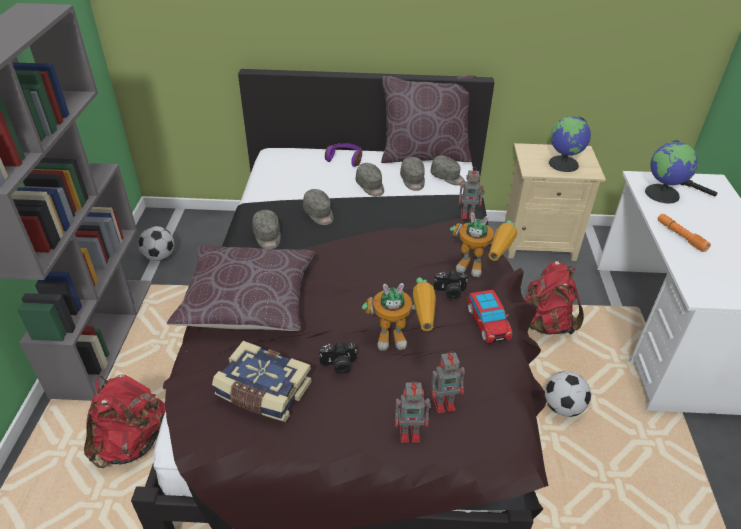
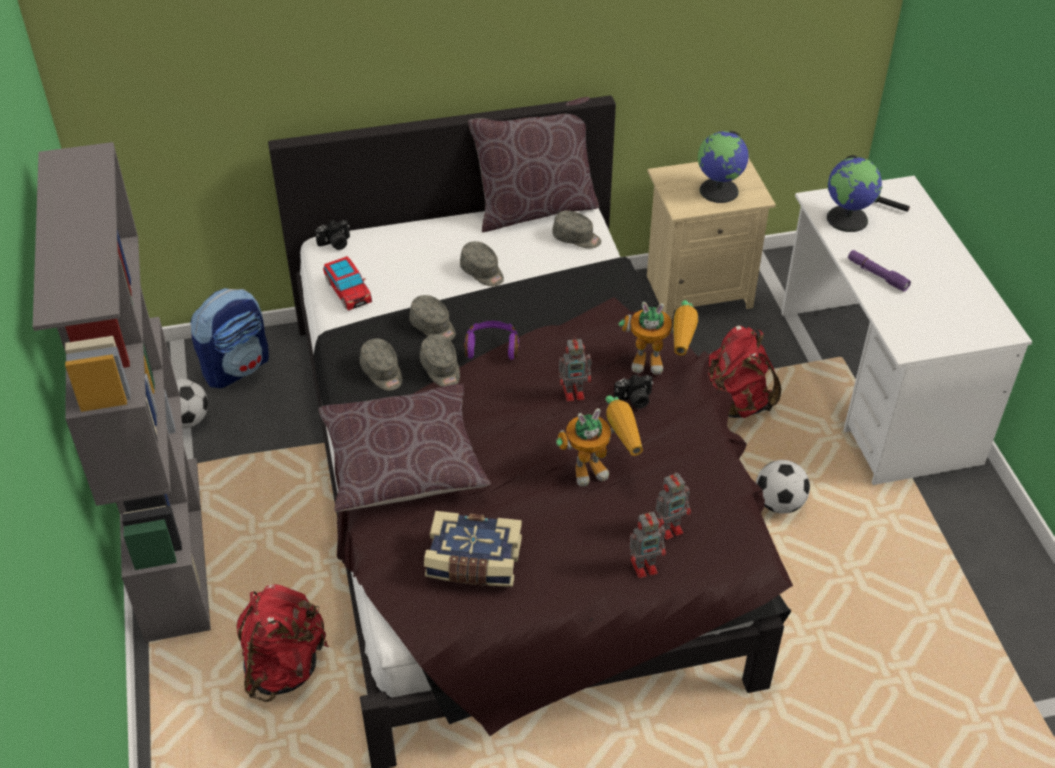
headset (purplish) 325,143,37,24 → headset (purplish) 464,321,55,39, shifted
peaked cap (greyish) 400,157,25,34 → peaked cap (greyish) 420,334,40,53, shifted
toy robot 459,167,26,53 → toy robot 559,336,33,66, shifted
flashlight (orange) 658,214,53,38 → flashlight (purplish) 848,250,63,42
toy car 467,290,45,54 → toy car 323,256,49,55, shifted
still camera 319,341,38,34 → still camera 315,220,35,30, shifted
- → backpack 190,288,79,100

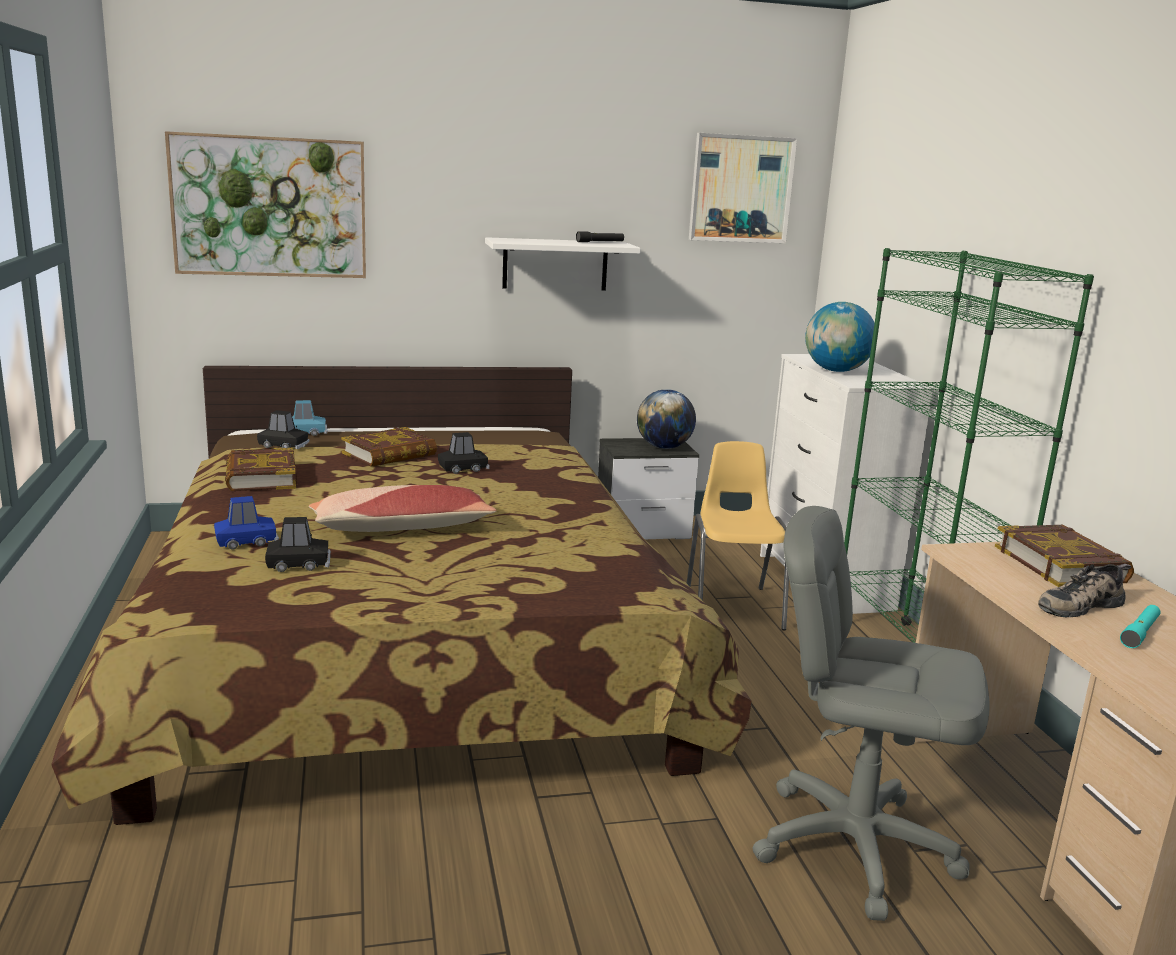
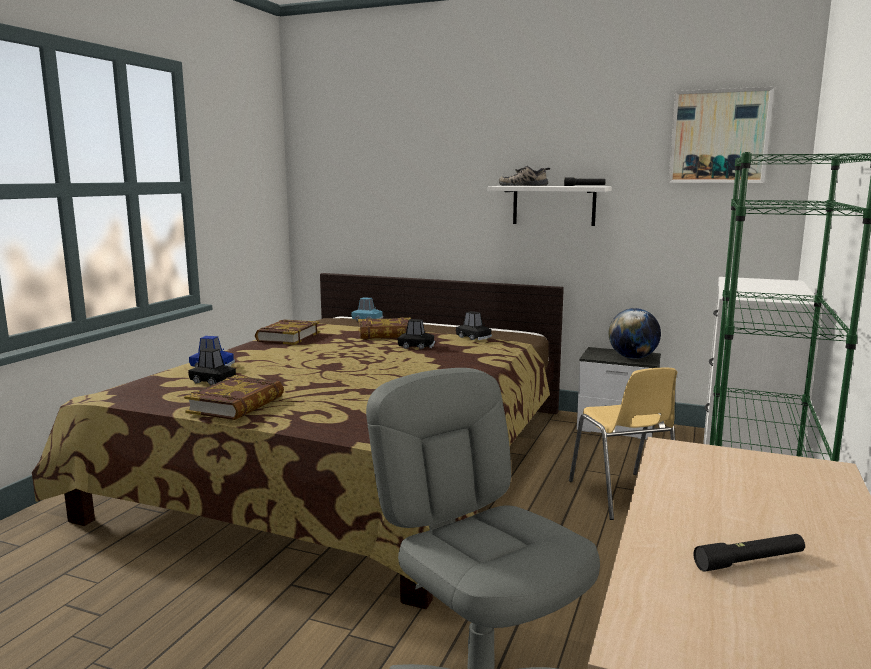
wall art 165,131,201,147 → -
globe 805,302,70,70 → -
toy car (blackish) 257,410,52,39 → toy car (blackish) 456,311,36,29, shifted
plain chair (yellowish) 687,441,102,189 → plain chair (yellowish) 569,368,108,152, 135 degrees clockwise
pillow 309,485,188,47 → -
bound book 995,525,139,62 → bound book 184,375,100,45, shifted
item of footwear 1038,564,93,54 → item of footwear 499,166,52,20, shifted
flashlight (blue-green) 1120,605,40,43 → flashlight (blackish) 694,534,111,38

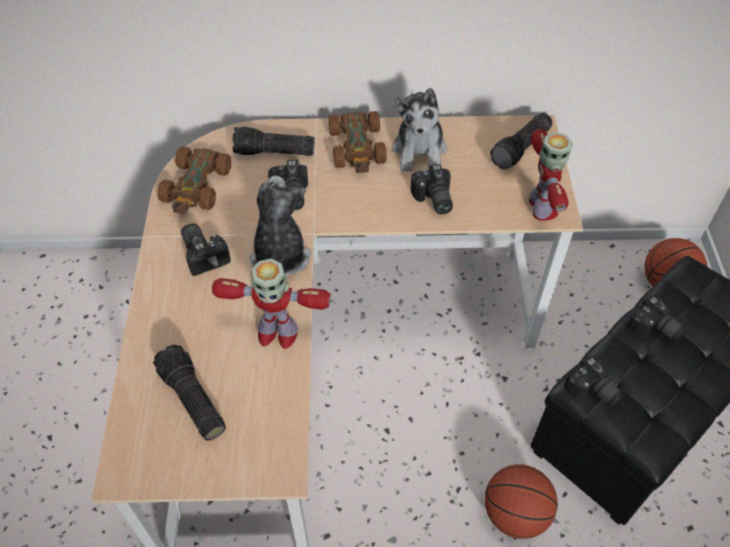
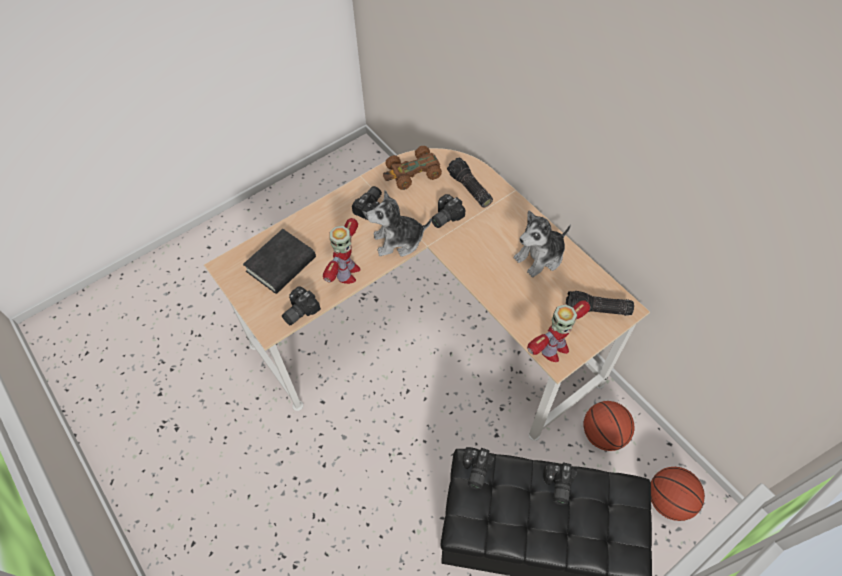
toy car (brownish) 329,111,58,62 → -
still camera 410,164,43,50 → still camera 282,286,39,39, shifted
cuddly toy 250,176,61,100 → cuddly toy 366,190,66,67, 150 degrees counterclockwise
toy robot 212,259,119,90 → toy robot 323,218,38,66, 135 degrees counterclockwise
flashlight 153,344,73,97 → bound book (blackish) 243,229,73,65
basketball 485,464,73,75 → basketball 584,401,51,50, shifted

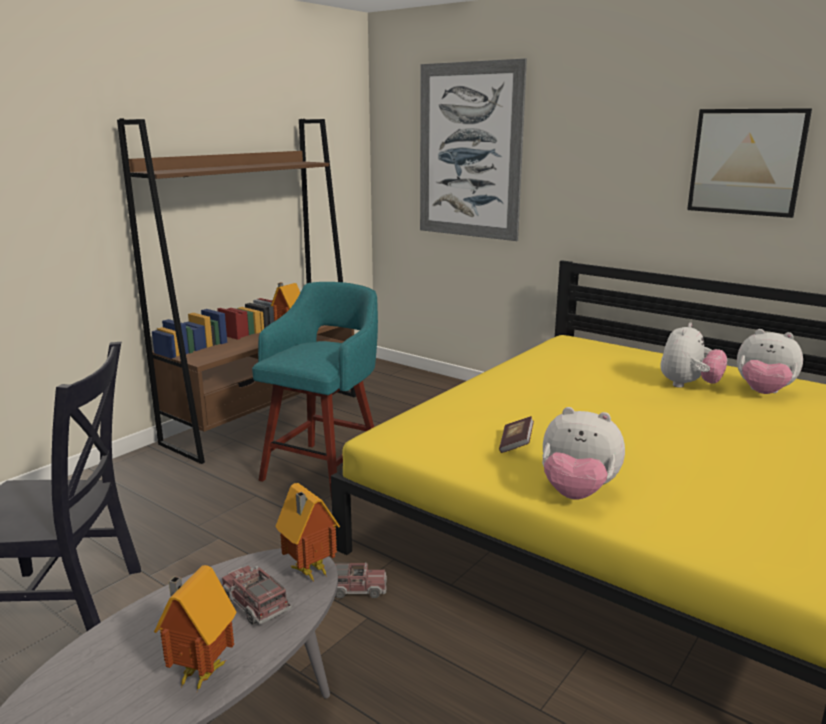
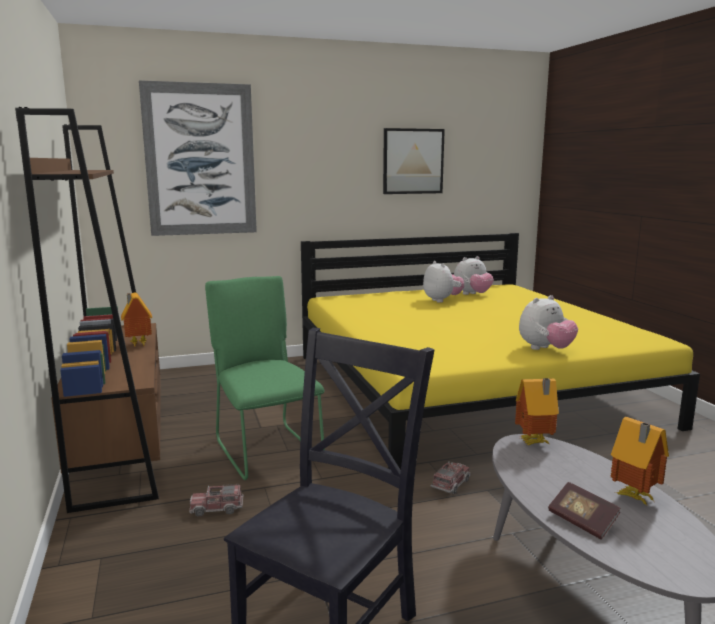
sitting stool (blue-green) 252,282,126,218 → plain chair (green) 205,276,120,204
bound book 499,416,35,37 → bound book 548,482,73,58, shifted
toy truck 222,566,70,59 → toy truck 189,484,55,32, shifted

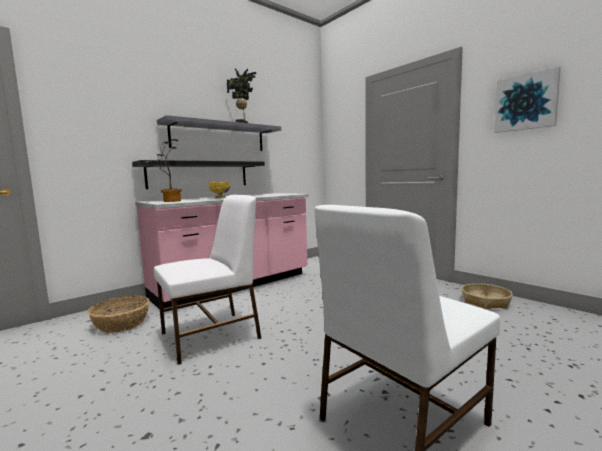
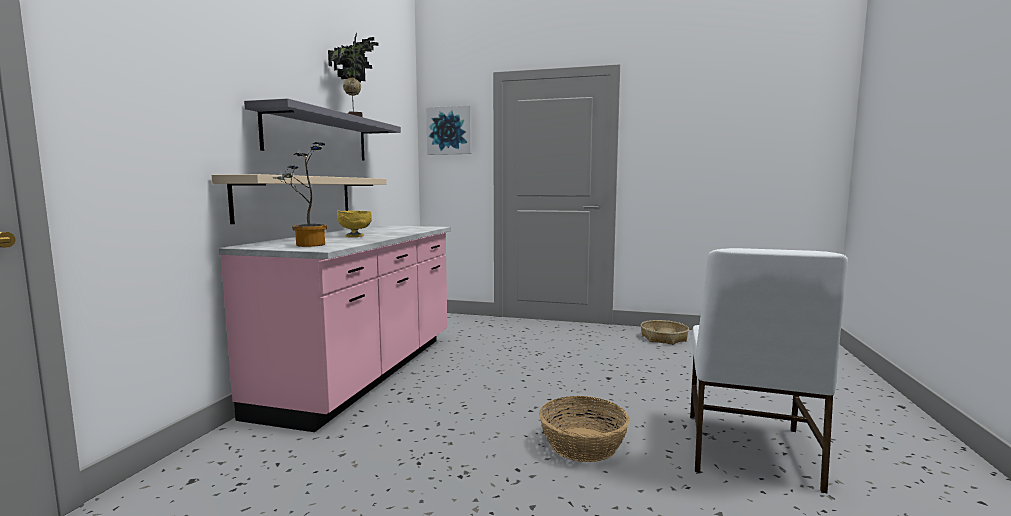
wall art 494,67,67,66 → wall art 426,106,46,49, shifted
shelf (blackish) 132,160,133,29 → shelf (sand-coloured) 212,174,174,50
plain chair (whitish) 154,195,107,170 → -
storage basket 88,296,62,37 → storage basket 539,396,91,66, shifted

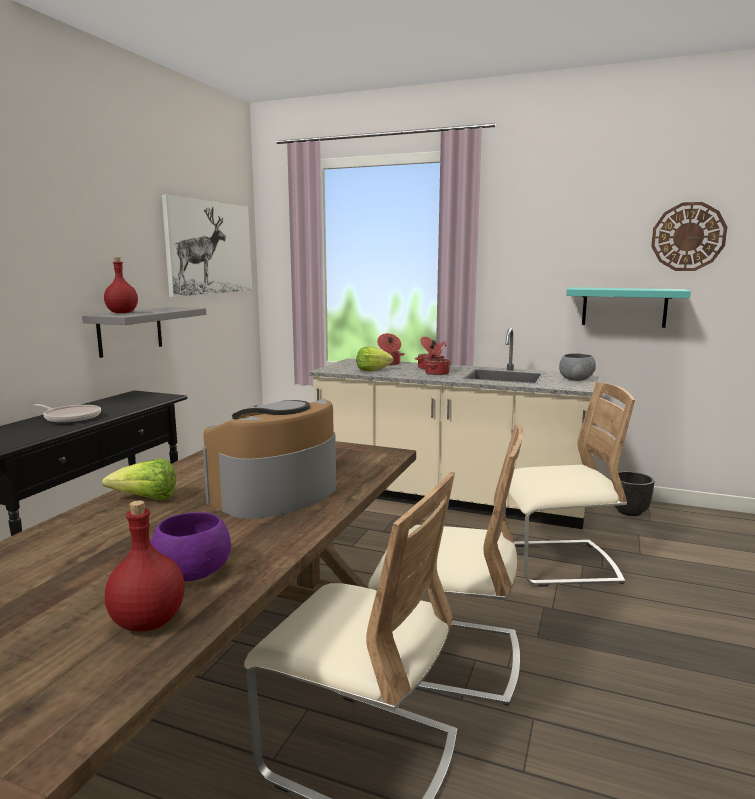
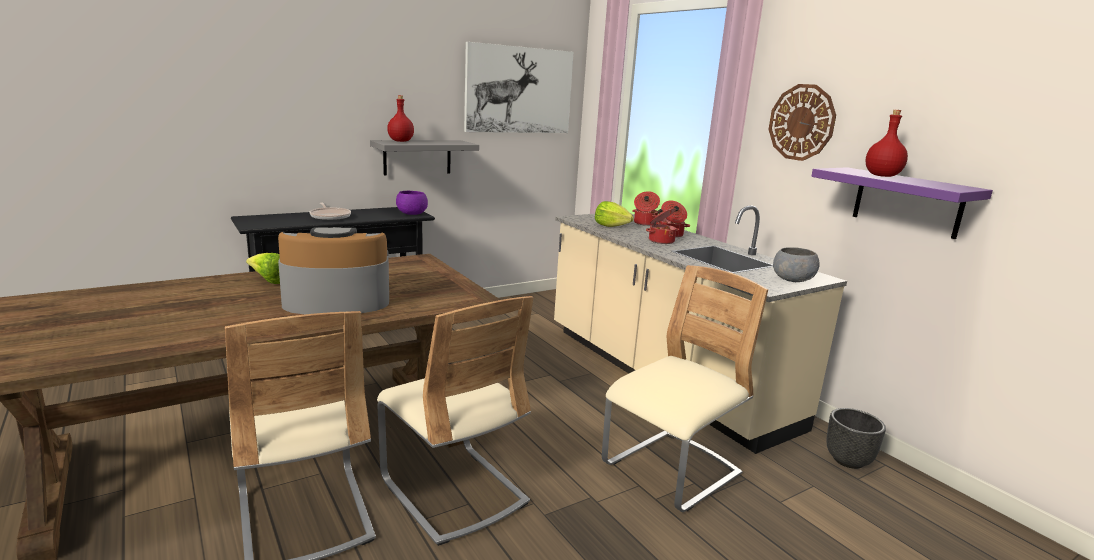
wall clock 651,202,76,69 → wall clock 769,84,67,77, shifted
shelf (blue-green) 566,287,125,41 → shelf (purplish) 811,167,182,72
plain chair (sand-coloured) 503,382,132,205 → plain chair (sand-coloured) 602,265,166,247, 75 degrees counterclockwise
drink bottle (reddish) 105,500,80,132 → drink bottle (reddish) 865,110,43,67, shifted
deep dish (purplish) 151,512,80,69 → deep dish (purplish) 396,191,32,24, shifted

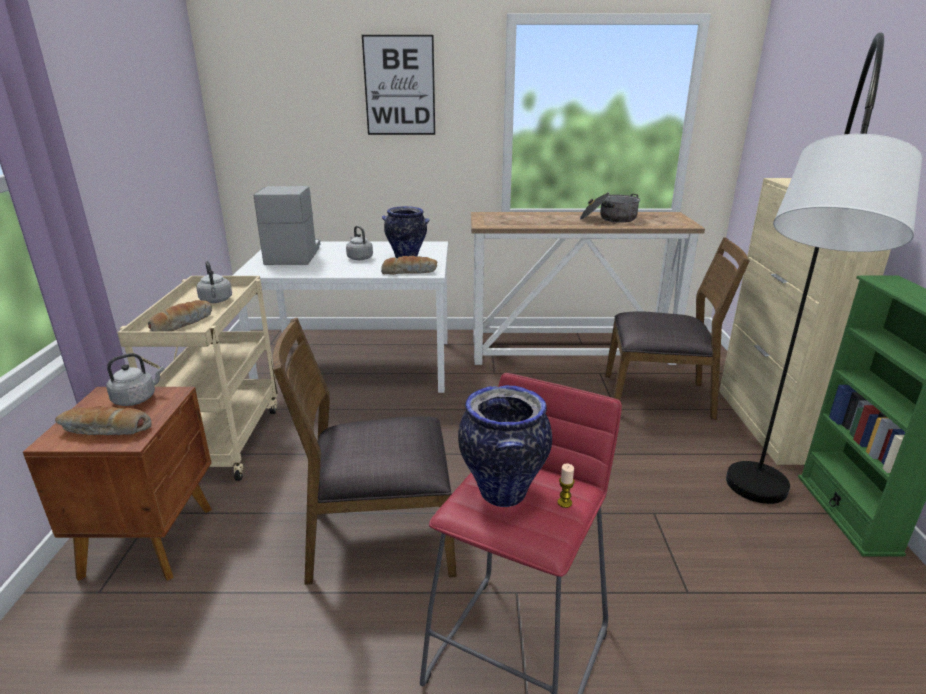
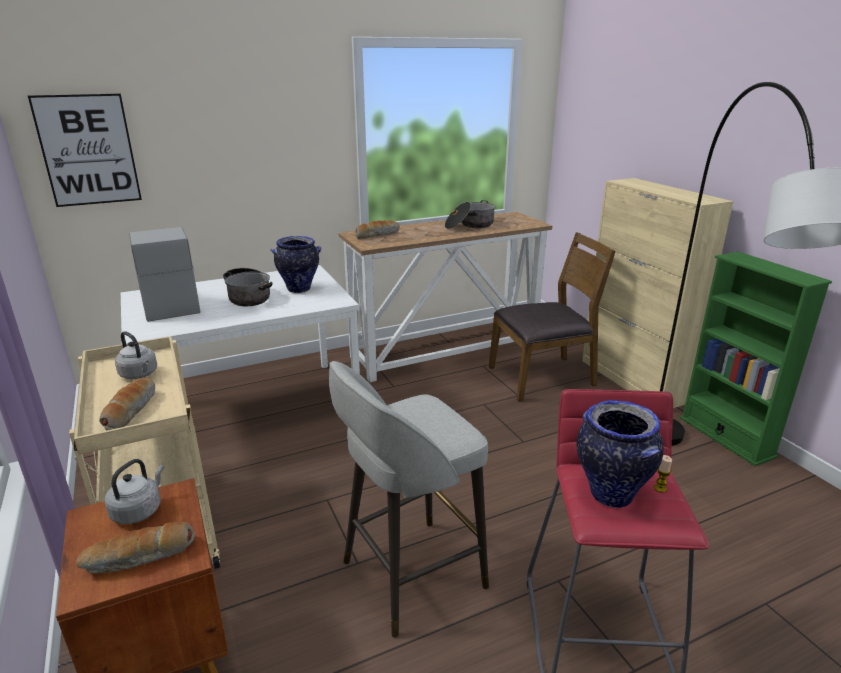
wall art 362,35,73,100 → wall art 28,94,114,113, shifted
kettle (greyish) 346,226,27,34 → stockpot 223,268,49,38
baked bread 381,256,56,19 → baked bread 355,220,45,19, shifted
plain chair (brownish) 273,318,184,267 → sitting stool (greyish) 329,361,160,277

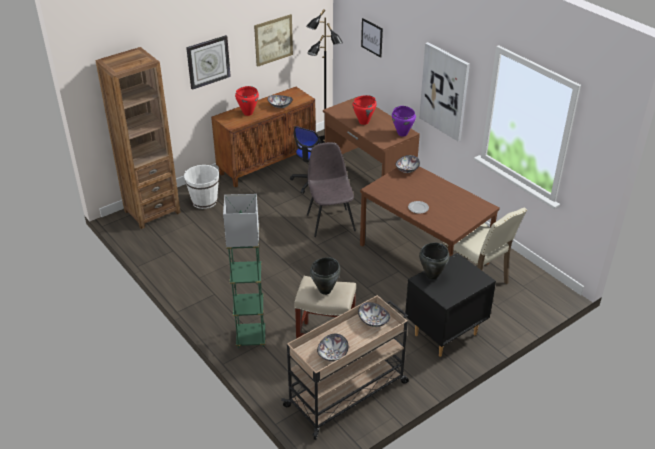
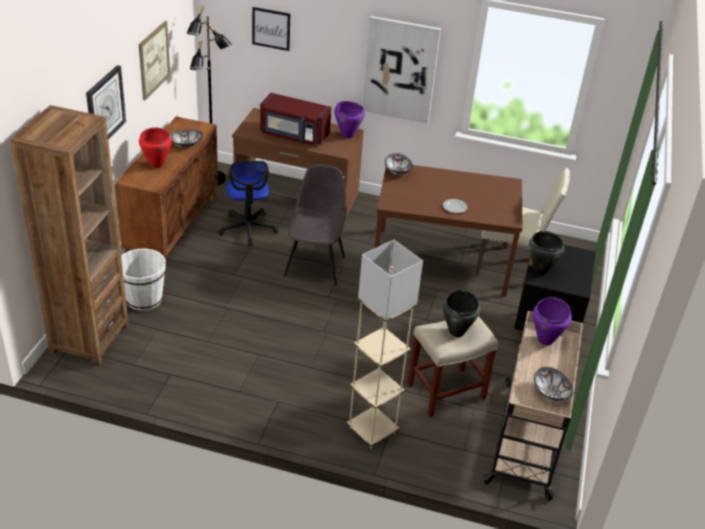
stockpot (reddish) 352,95,25,30 → microwave (reddish) 260,93,71,53
plain chair (greyish) 307,142,49,95 → plain chair (greyish) 284,164,63,121, 60 degrees clockwise
standing lamp (green) 223,194,43,154 → standing lamp (sand-coloured) 346,240,77,208
deep dish 358,302,32,25 → stockpot (purplish) 533,297,39,48

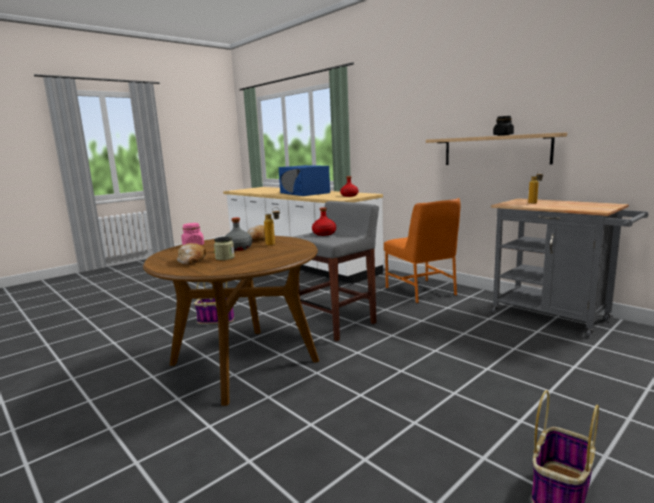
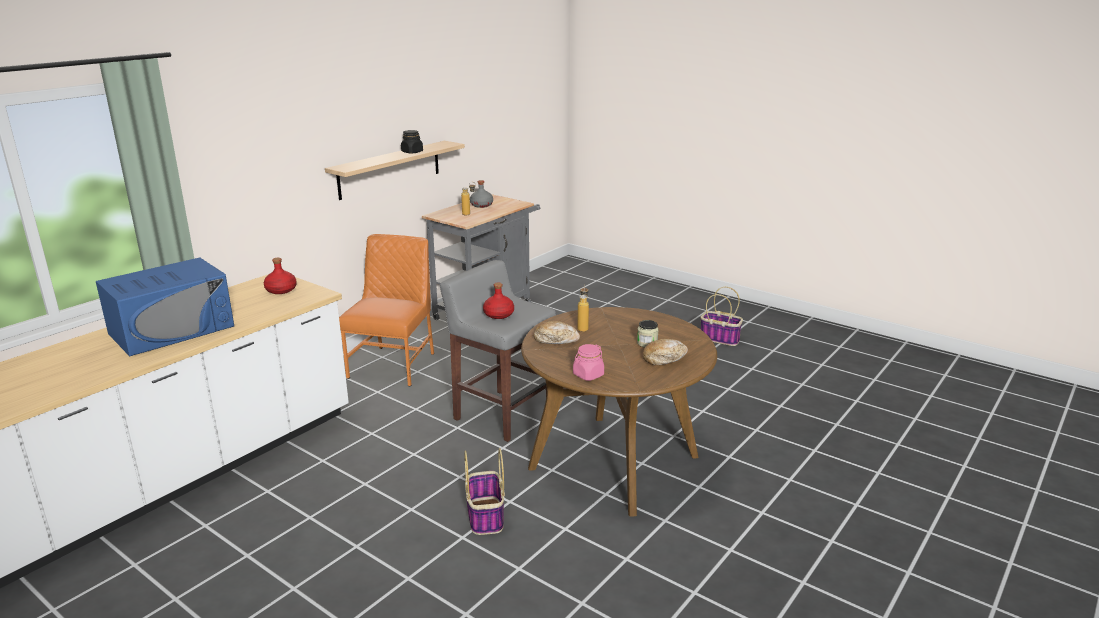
plain chair (orange) 384,198,77,105 → plain chair (orange) 339,234,95,153, 45 degrees counterclockwise
drink bottle (greyish) 225,217,27,34 → drink bottle (greyish) 470,180,23,28, shifted

